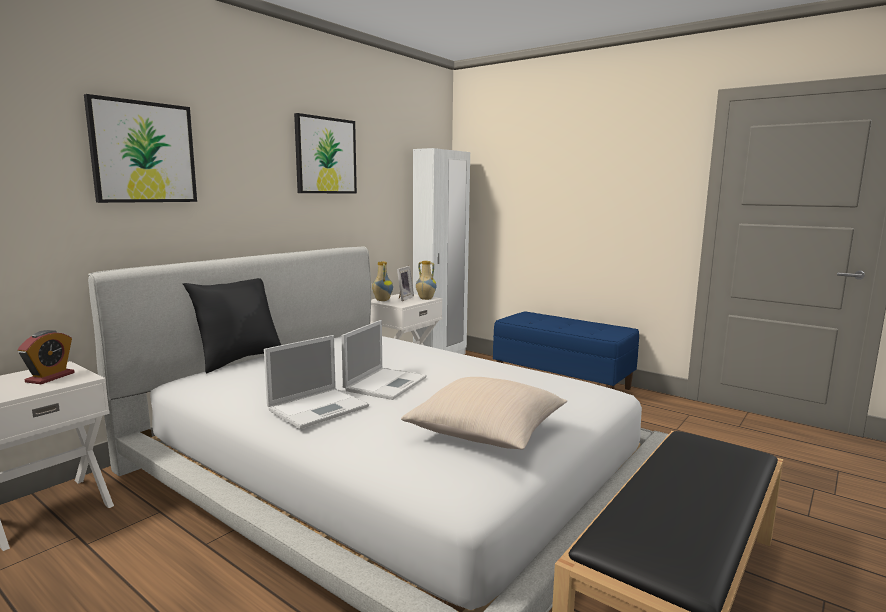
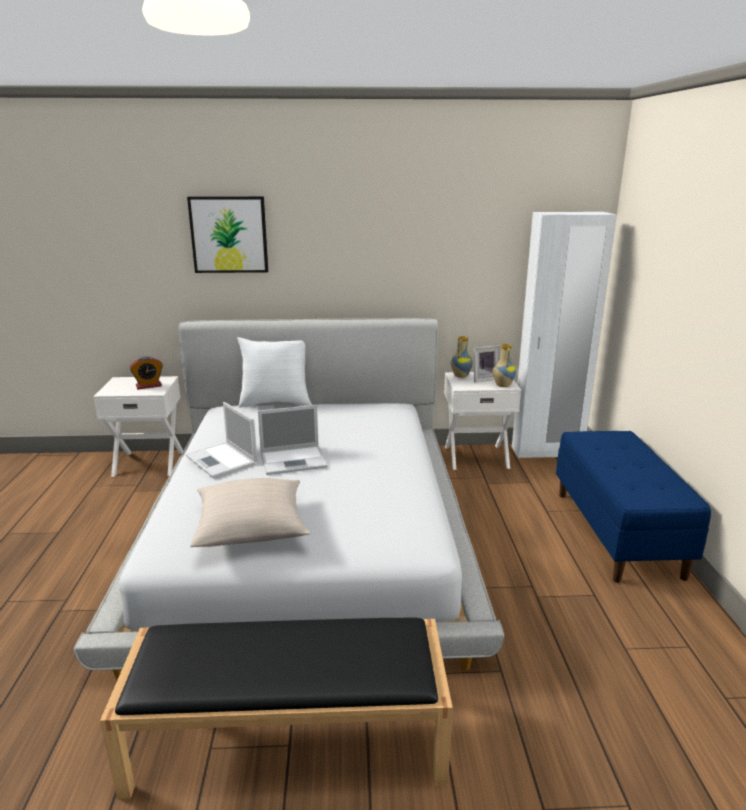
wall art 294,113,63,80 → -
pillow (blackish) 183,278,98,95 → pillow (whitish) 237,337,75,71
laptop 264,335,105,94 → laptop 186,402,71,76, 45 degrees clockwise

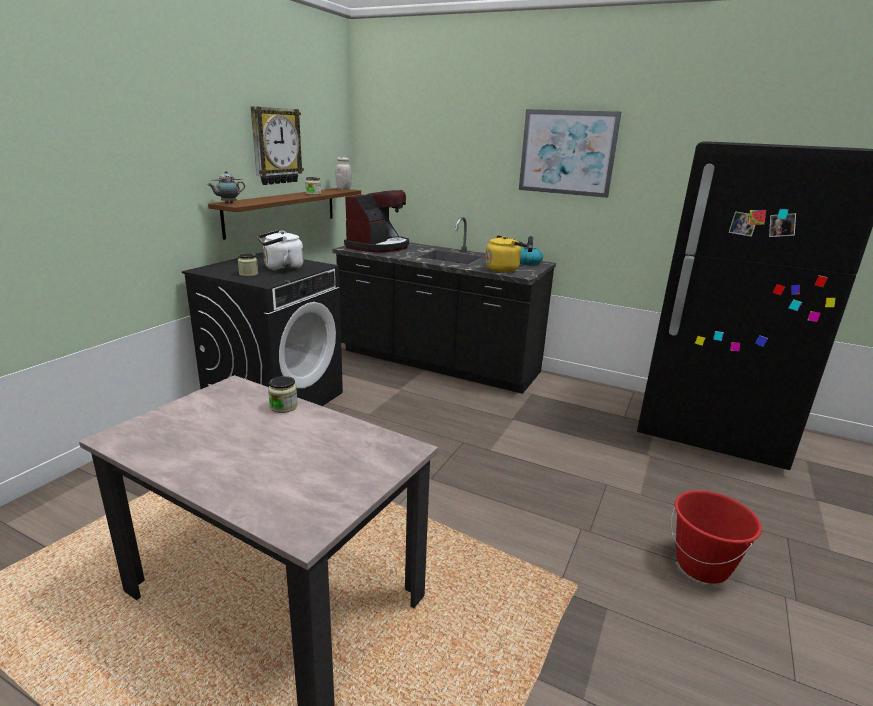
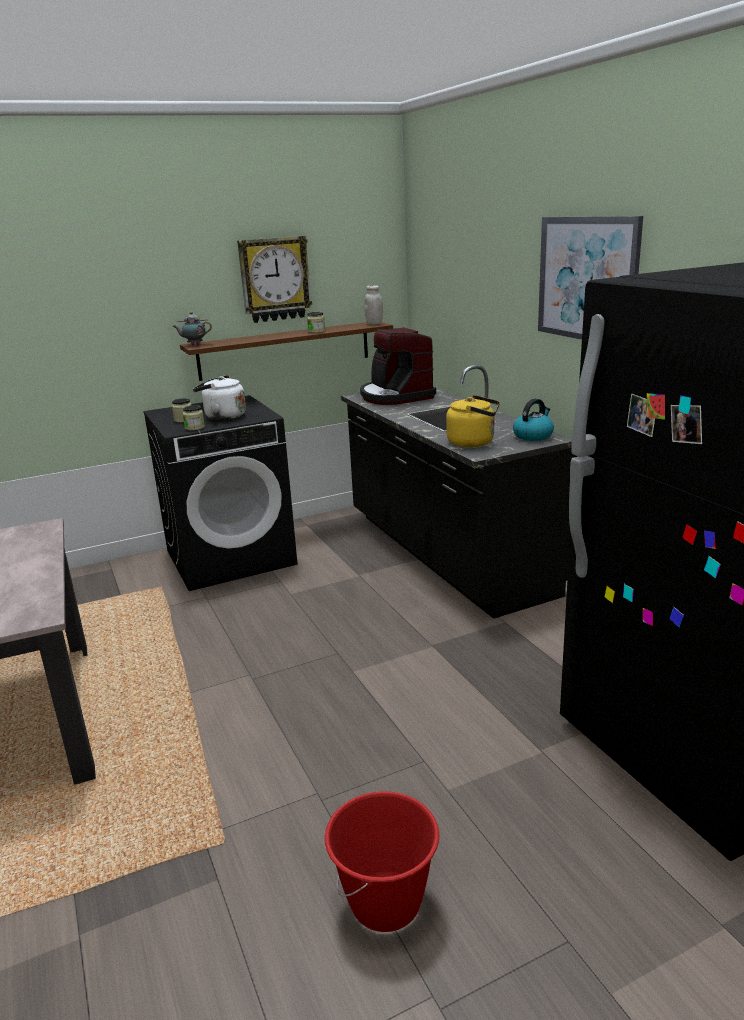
coffee brewer 344,190,65,62 → coffee brewer 360,328,76,77, 90 degrees clockwise
jar 268,376,30,37 → jar 183,405,22,25, shifted

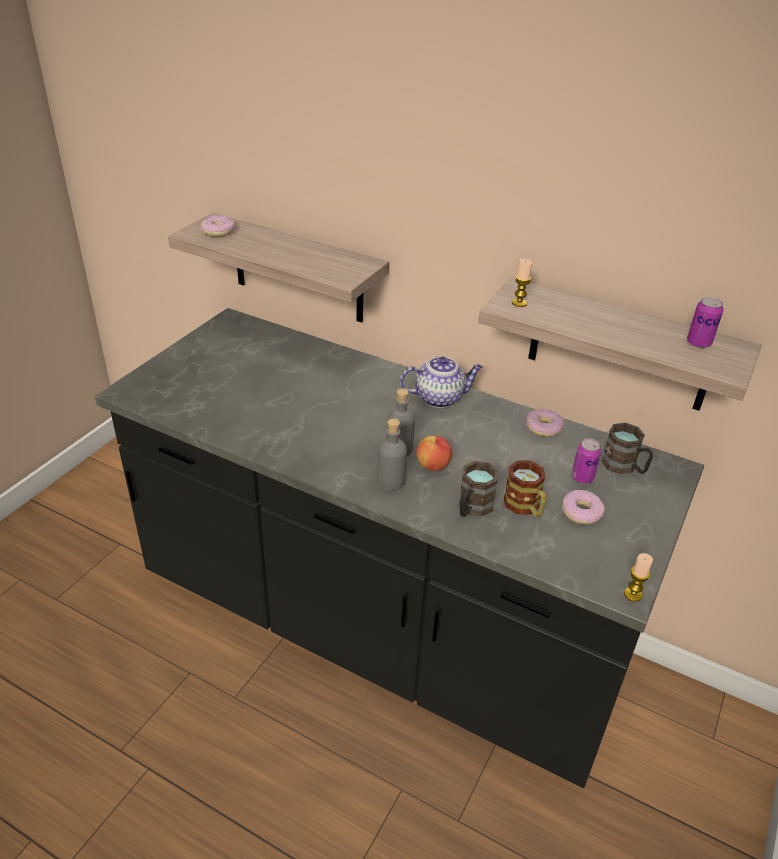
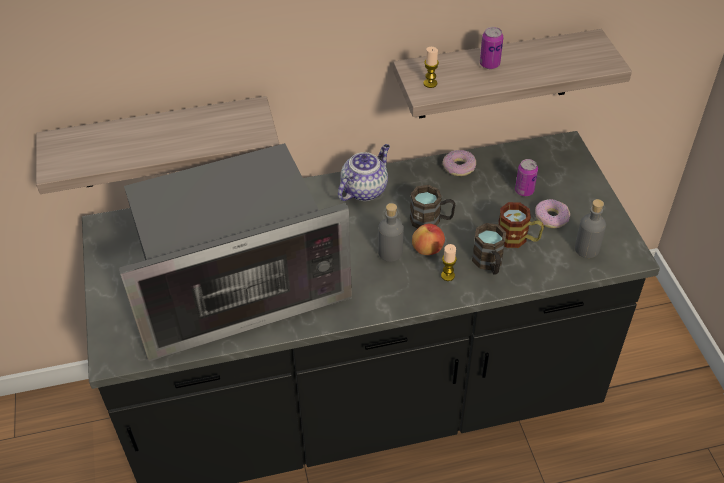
doughnut 201,215,34,22 → -
metal can 687,297,37,51 → metal can 480,27,23,42, shifted
drink bottle (greyish) 377,419,30,72 → drink bottle (greyish) 575,199,31,59, shifted
tea mug (brownish) 602,423,51,51 → tea mug (brownish) 410,185,46,43, shifted
wax candle 624,553,29,49 → wax candle 441,244,16,37, shifted
- → microwave 119,143,233,219

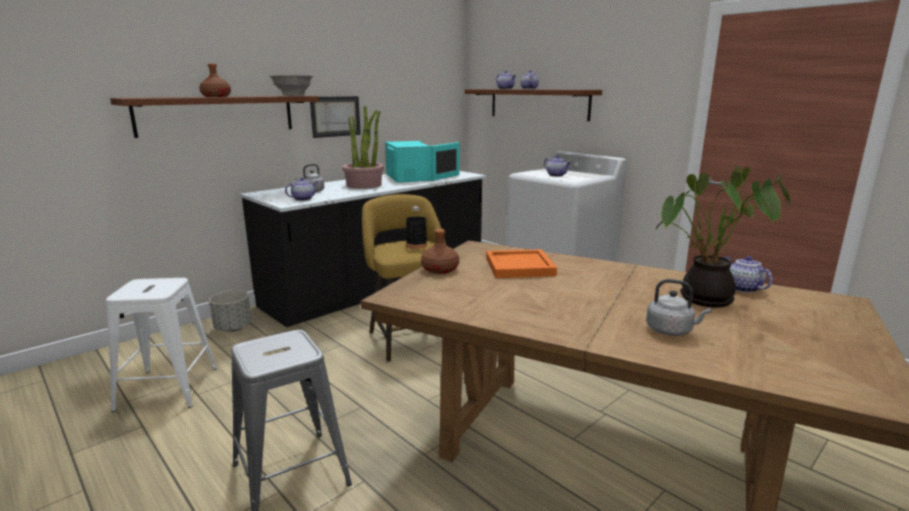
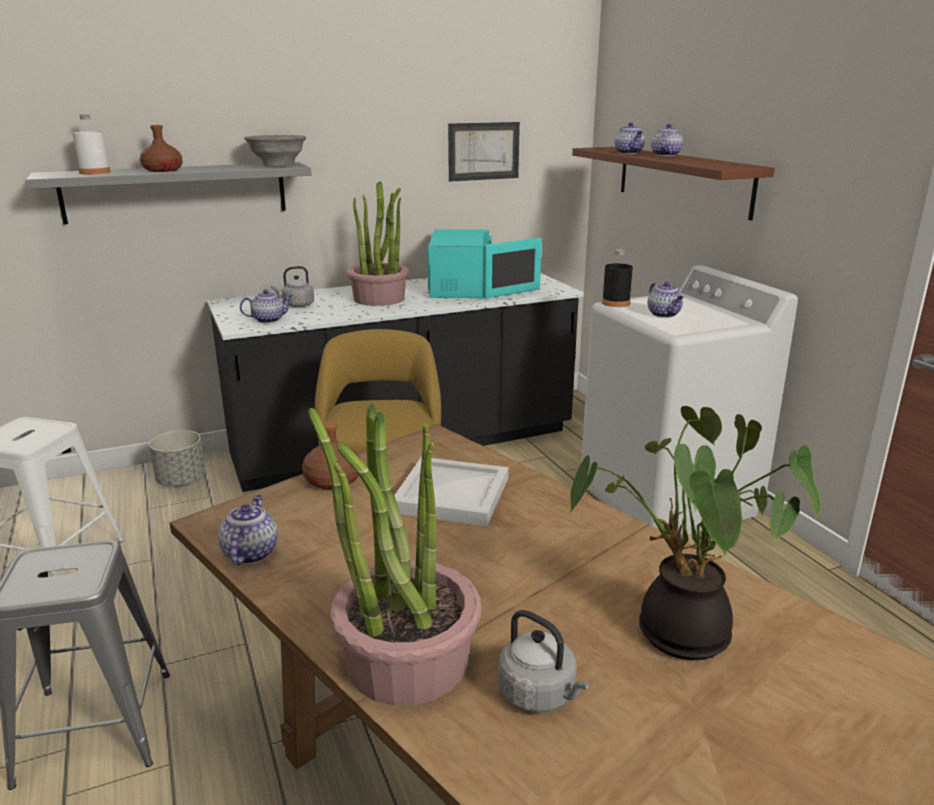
shelf (brownish) 110,96,209,42 → shelf (greyish) 25,162,287,62
wall art 310,96,51,42 → wall art 448,122,72,59, shifted
drink bottle (blackish) 406,206,21,43 → drink bottle (blackish) 602,249,31,58, shifted
serving tray (orange) 486,249,71,29 → serving tray (whitish) 394,457,114,69
teapot 724,256,49,37 → teapot 218,495,60,70, shifted
- → drink bottle (whitish) 72,114,38,60
- → plant in a pot 308,403,173,303

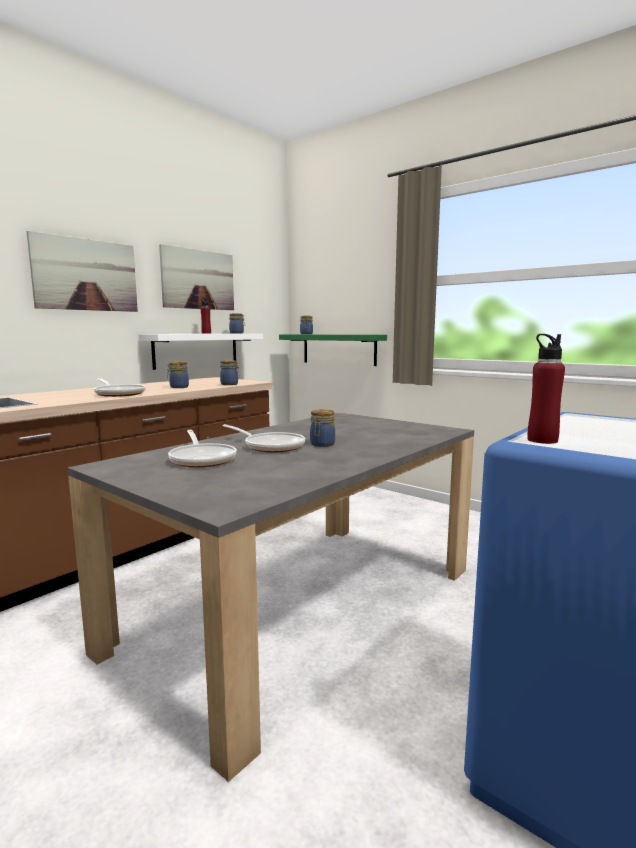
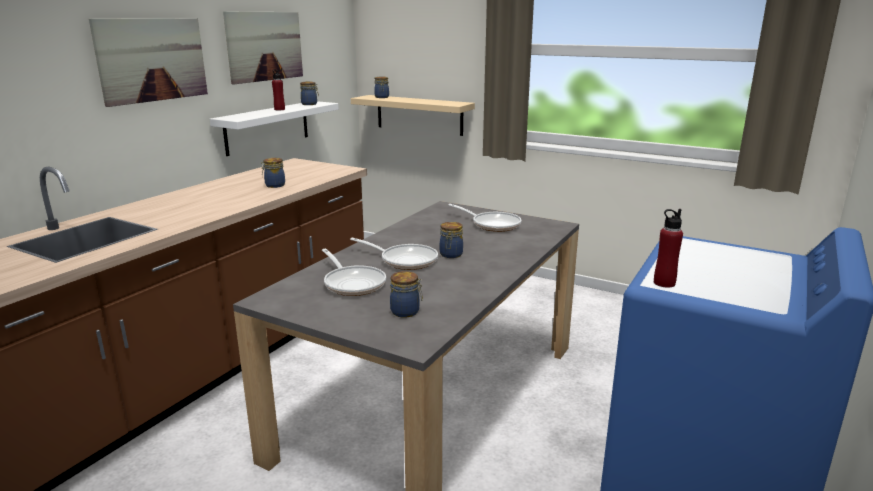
shelf (green) 279,334,108,32 → shelf (sand-coloured) 351,95,124,41
jar 220,360,20,25 → jar 390,271,33,47, shifted
skillet 94,378,52,19 → skillet 449,204,73,28, shifted

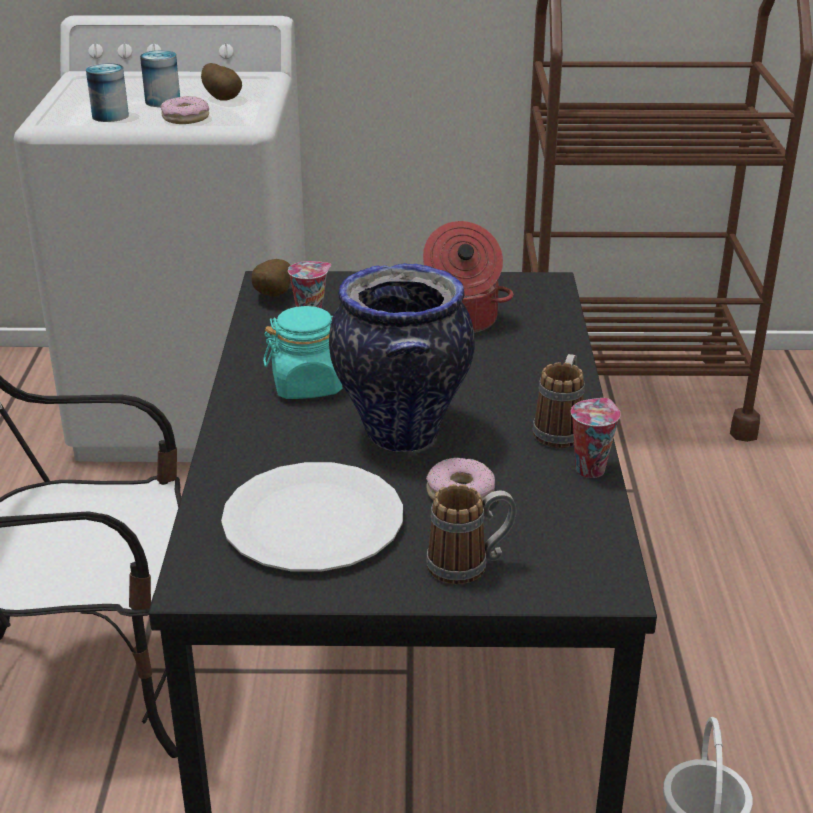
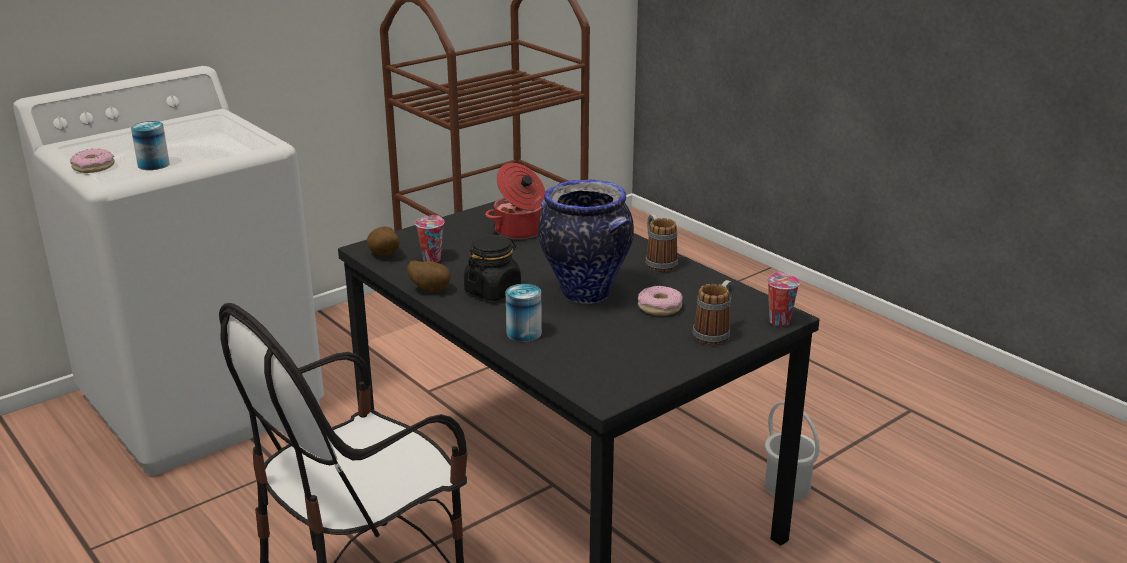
metal can 140,50,40,57 → metal can 506,284,36,58, shifted
spud 201,63,41,38 → spud 407,260,44,32, shifted
doughnut 160,96,49,28 → doughnut 70,149,45,24, shifted
jar (blue-green) 263,306,79,93 → jar (blackish) 464,235,57,66
cup 571,398,50,80 → cup 767,272,33,54, shifted
dinner plate (whitish) 221,462,182,110 → -

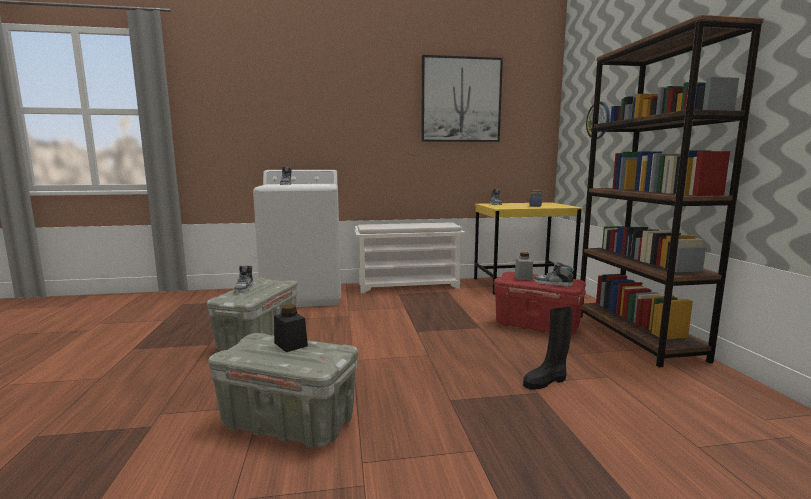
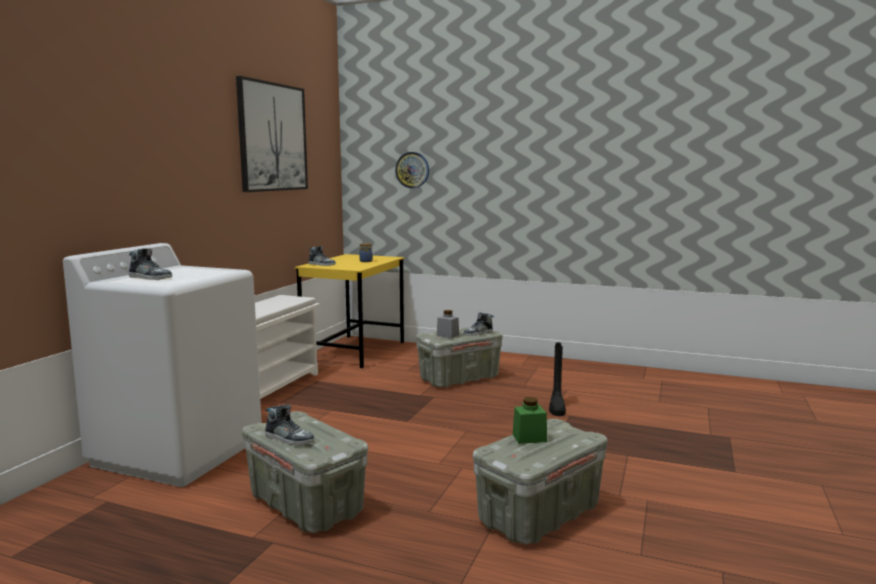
bookshelf (brownish) 580,14,184,353 → -
storage bin (reddish) 494,272,92,63 → storage bin (greyish) 416,327,87,61
jar (blackish) 274,304,34,48 → jar (green) 513,397,34,47

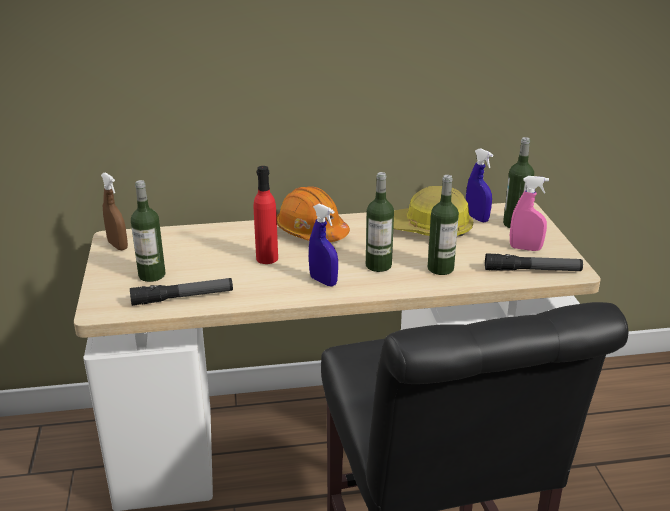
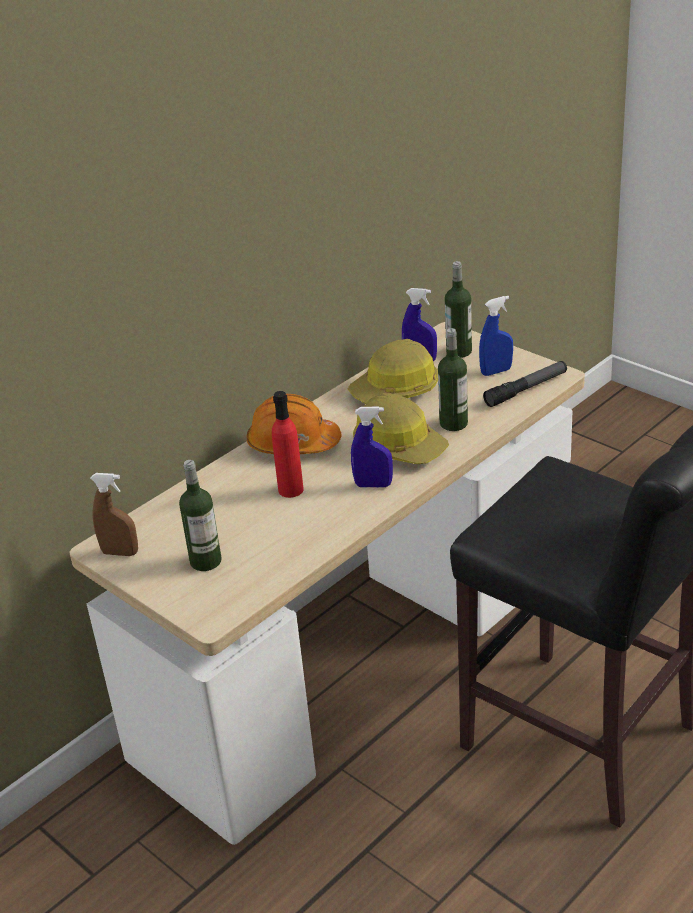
drink bottle 366,172,28,100 → work helmet 353,393,96,71
sprayer (pink) 510,176,39,75 → sprayer (blue-coloured) 479,296,34,80
flashlight 130,278,103,28 → -

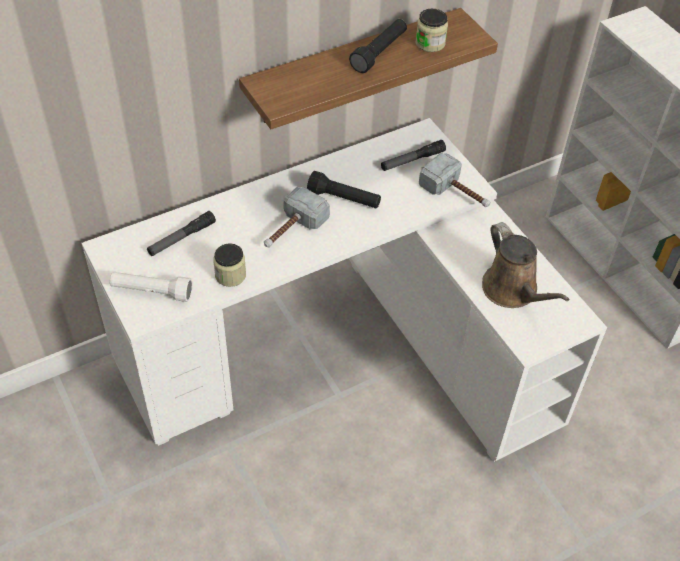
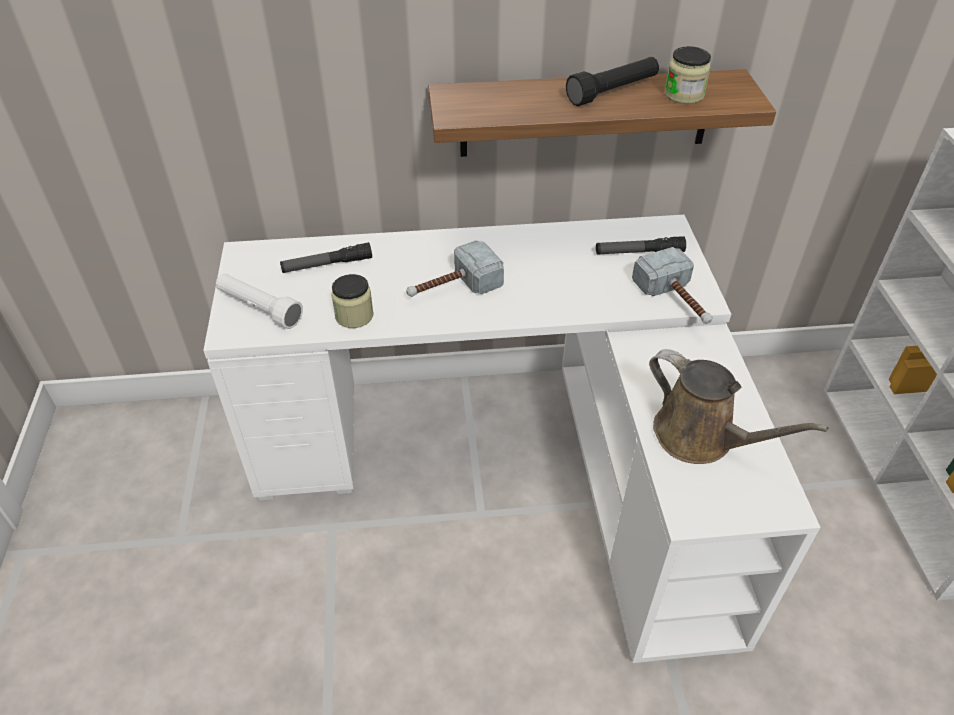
flashlight (blackish) 307,171,74,37 → -
watering pot (brownish) 482,222,88,86 → watering pot (brownish) 649,349,179,115, 45 degrees counterclockwise

